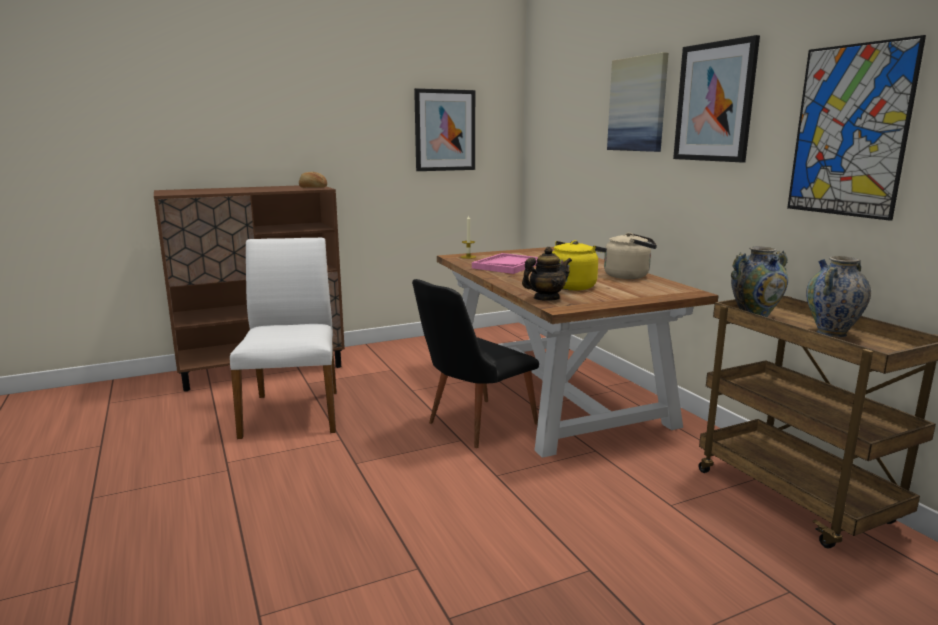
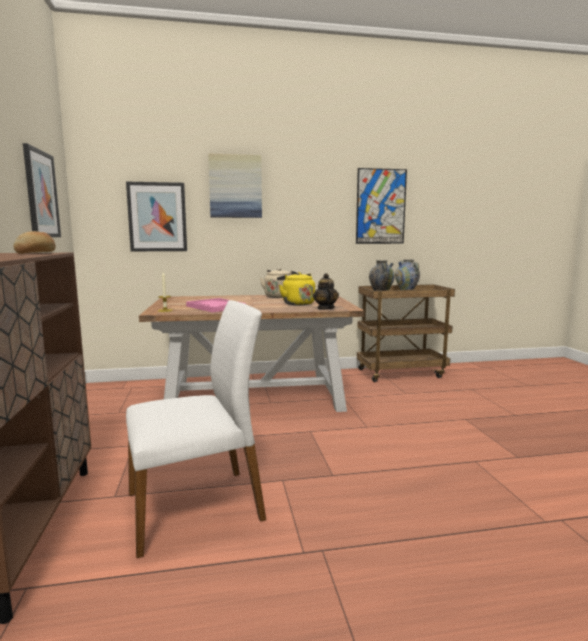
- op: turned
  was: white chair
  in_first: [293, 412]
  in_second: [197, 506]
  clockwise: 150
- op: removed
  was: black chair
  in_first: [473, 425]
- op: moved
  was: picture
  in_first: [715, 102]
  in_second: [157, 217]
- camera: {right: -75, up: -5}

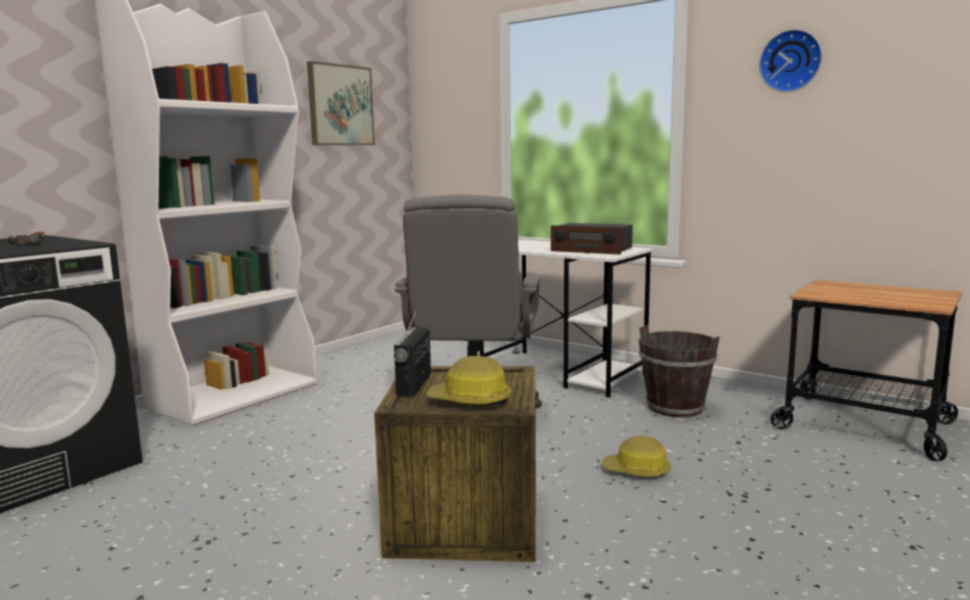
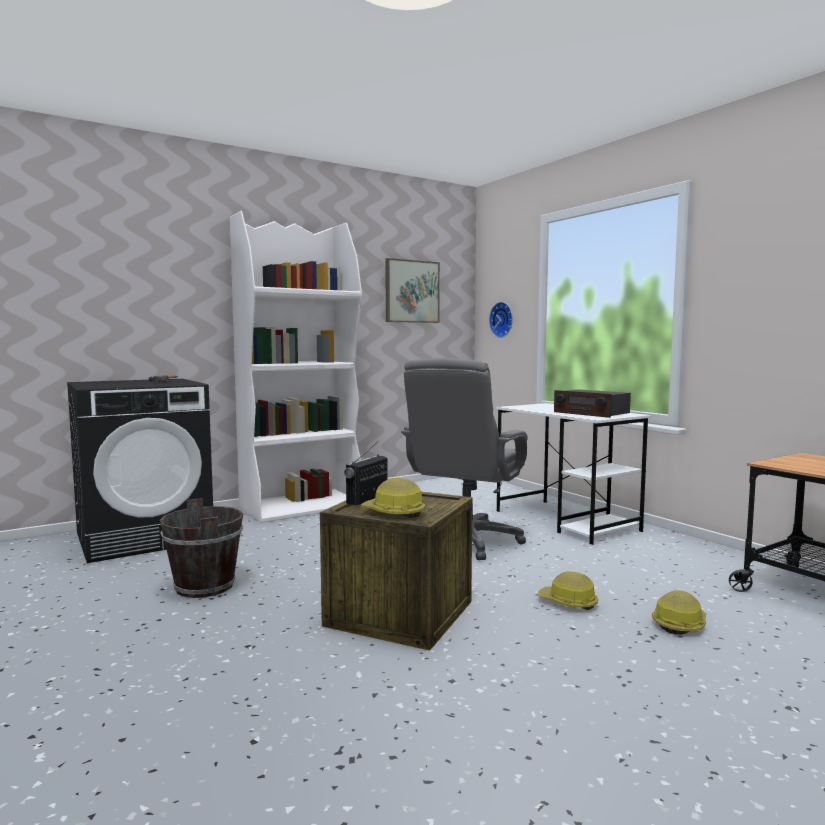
- op: moved
  was: brown bucket
  in_first: [676, 407]
  in_second: [205, 586]
- op: moved
  was: wall clock
  in_first: [791, 61]
  in_second: [502, 319]
- op: added
  now: hard hat
  in_second: [679, 624]
- camera: {right: 20, up: -5}

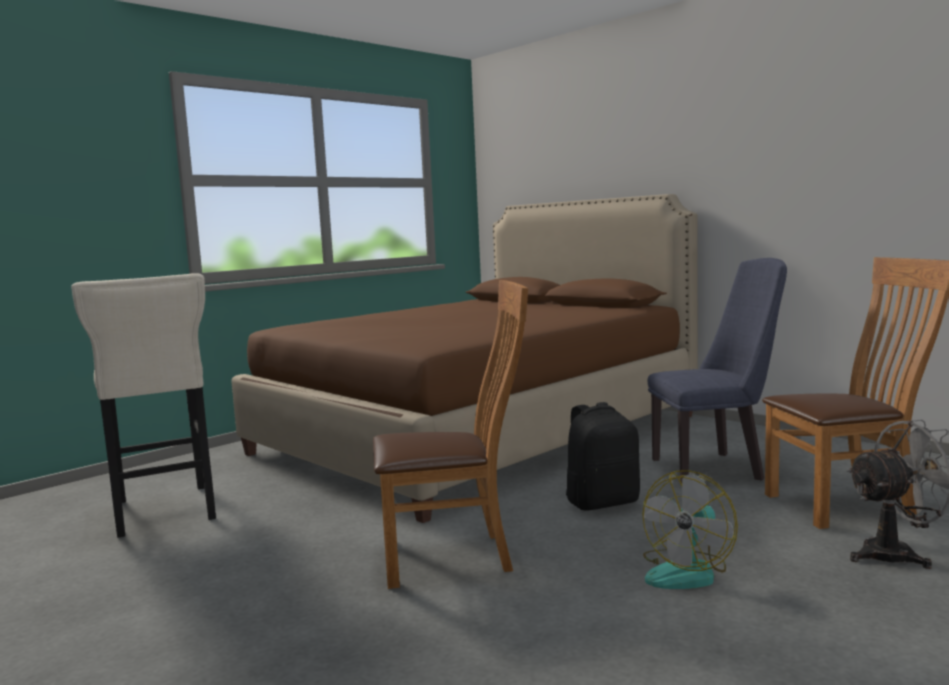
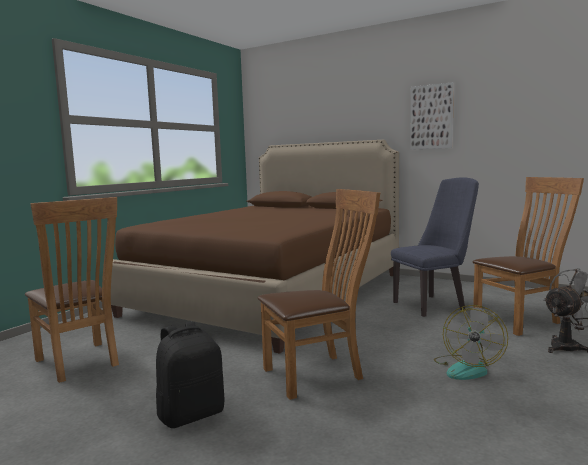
- op: replaced
  was: beige stool
  now: brown chair
  in_first: [164, 513]
  in_second: [80, 363]
- op: moved
  was: black backpack
  in_first: [602, 502]
  in_second: [192, 414]
- op: added
  now: picture
  in_second: [431, 117]
- camera: {right: -15, up: 0}

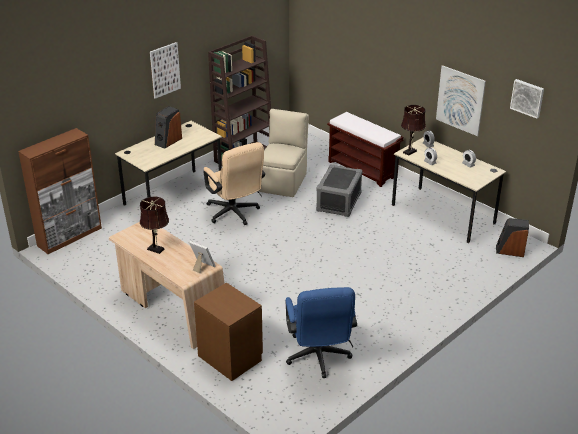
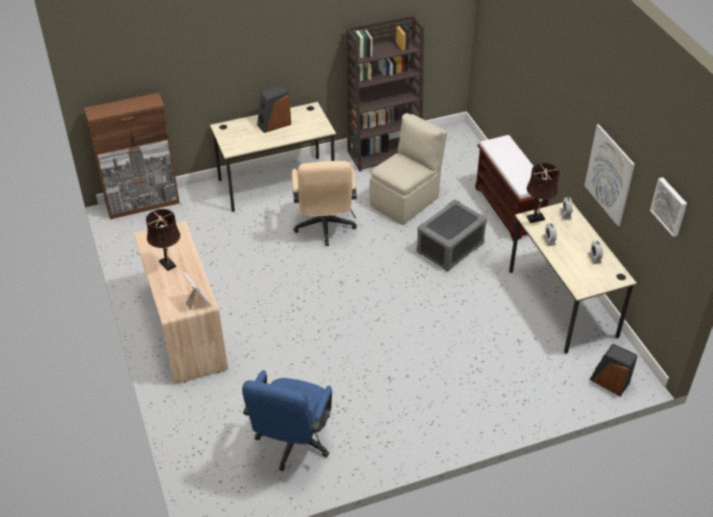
- op: removed
  was: picture
  in_first: [165, 70]
- op: removed
  was: brown nightstand
  in_first: [230, 357]
- camera: {right: 25, up: 10}

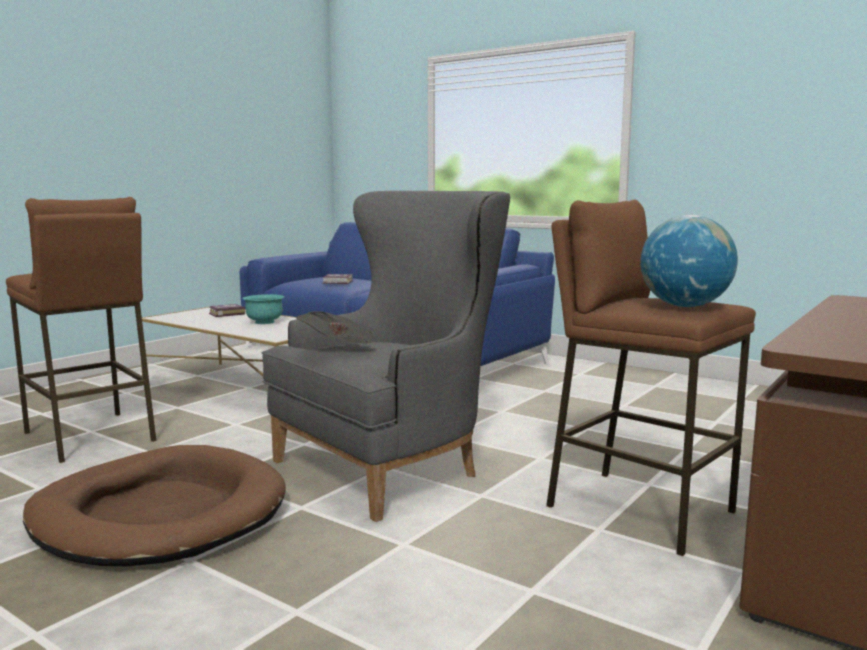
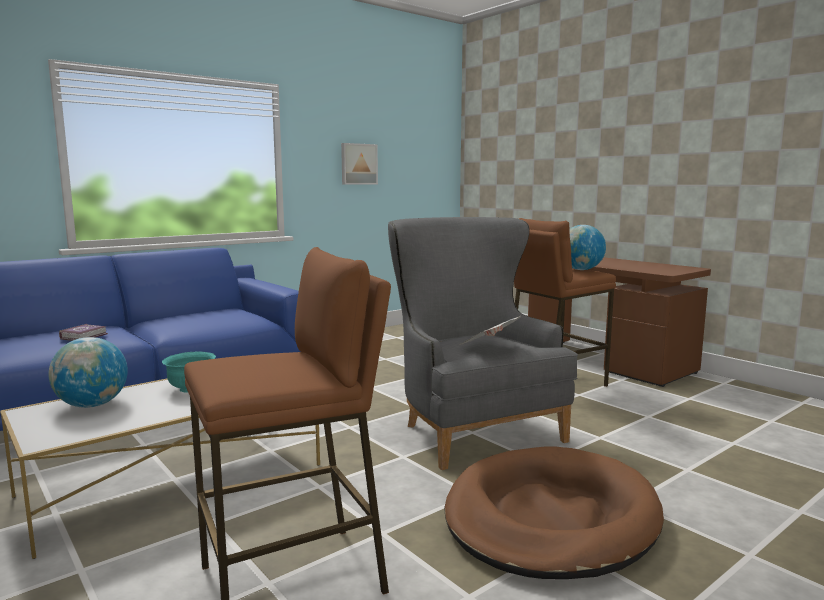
- op: replaced
  was: book
  now: globe
  in_first: [225, 314]
  in_second: [92, 405]
- op: added
  now: picture
  in_second: [358, 164]
- camera: {right: -75, up: 0}

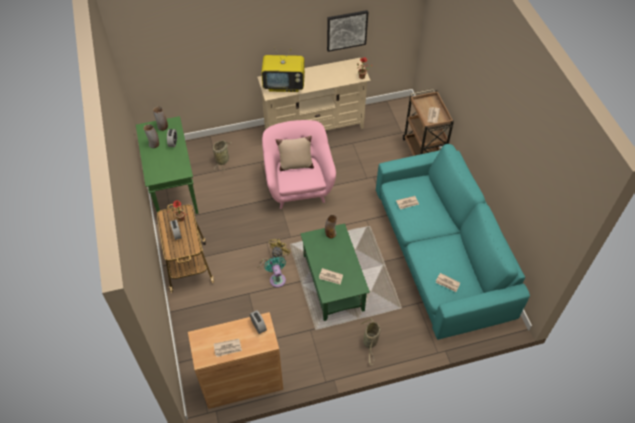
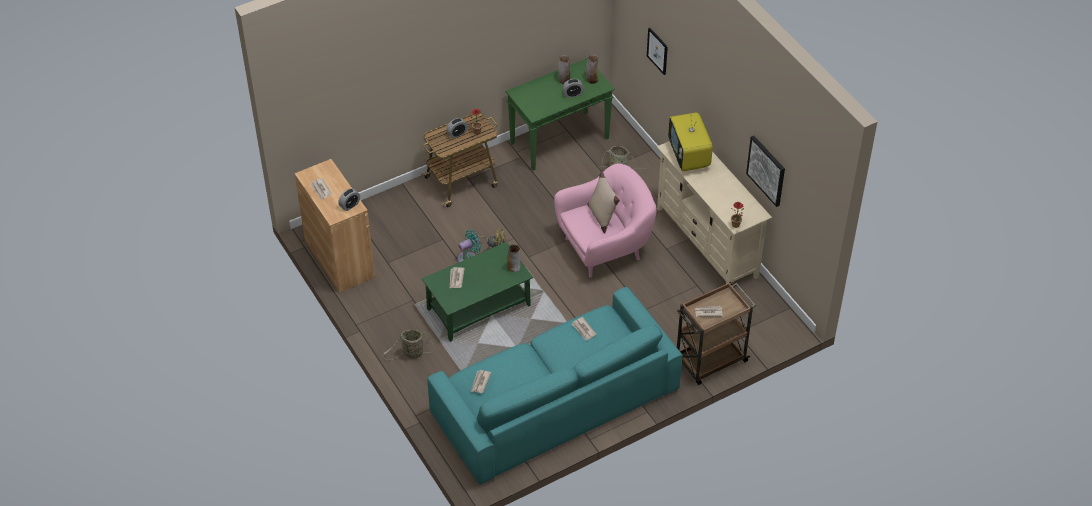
- op: added
  now: picture
  in_second: [657, 51]
- camera: {right: 75, up: -5}

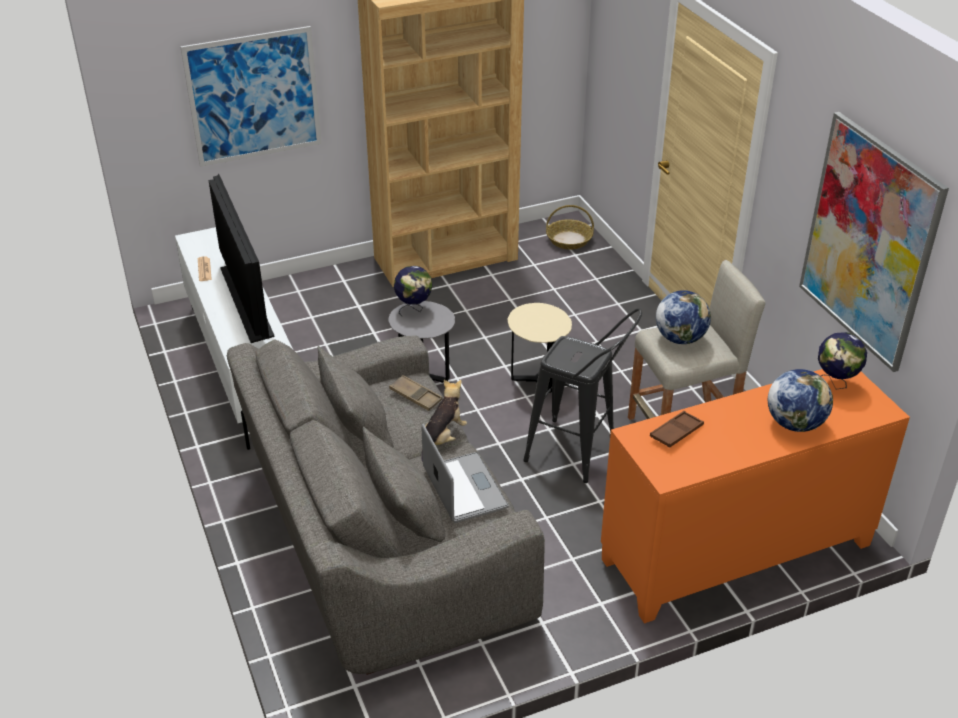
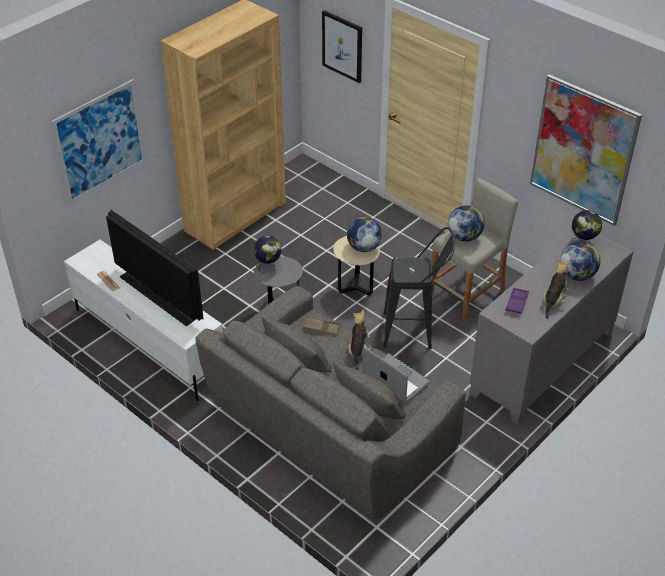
- op: removed
  was: basket
  in_first: [569, 240]
- op: recoloured
  was: orange cabinet
  now: grey cabinet
  in_first: [737, 553]
  in_second: [543, 363]
- op: recoloured
  was: brown tray
  now: purple tray
  in_first: [676, 432]
  in_second: [516, 303]
- op: added
  now: picture
  in_second: [342, 46]
- op: added
  now: globe
  in_second: [363, 247]
- op: added
  now: plush toy
  in_second: [553, 301]
- camera: {right: -25, up: 5}

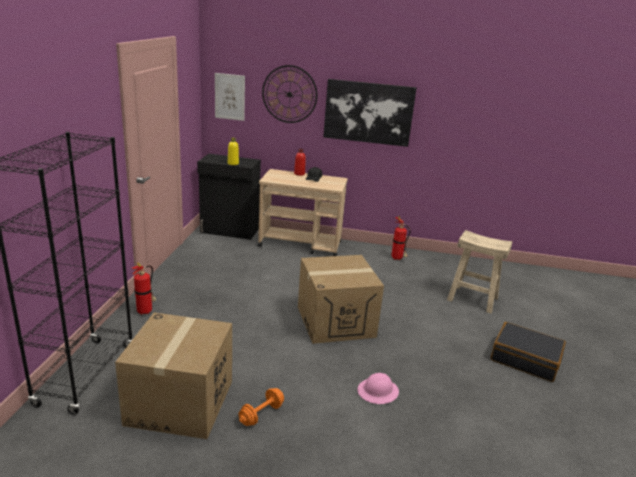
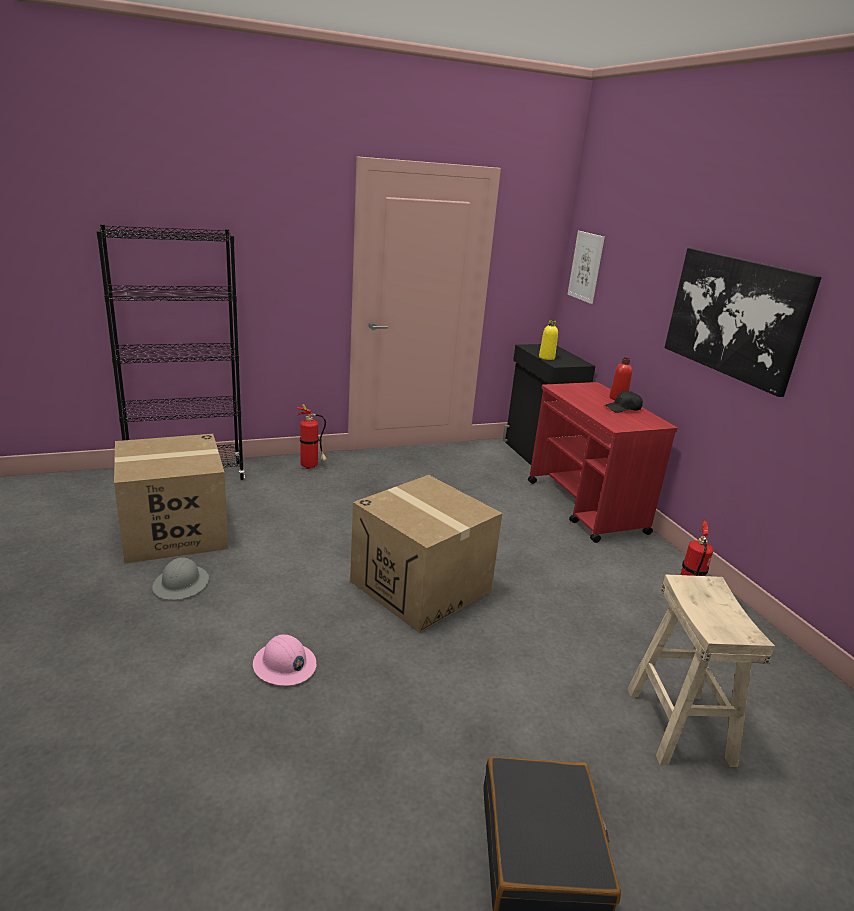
- op: replaced
  was: orange dumbbell
  now: grey hard hat
  in_first: [261, 414]
  in_second: [181, 584]
- op: recoloured
  was: beige cart
  now: red cart
  in_first: [301, 244]
  in_second: [586, 507]
- op: removed
  was: wall clock
  in_first: [289, 94]
- camera: {right: 60, up: 0}

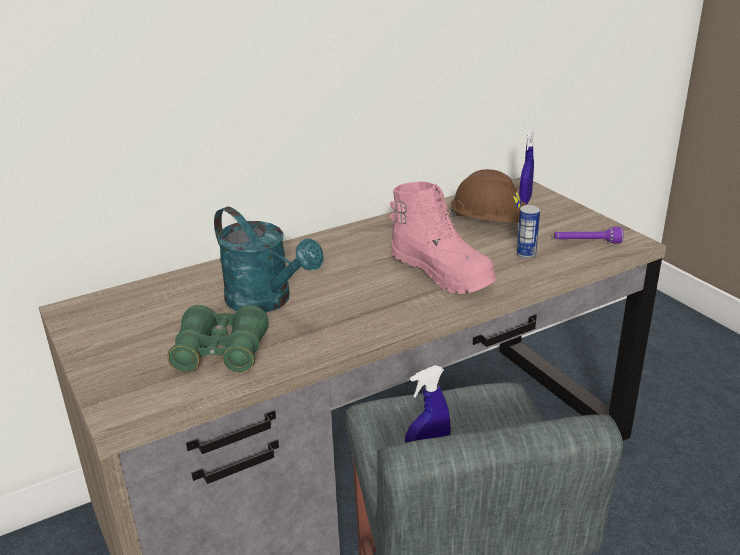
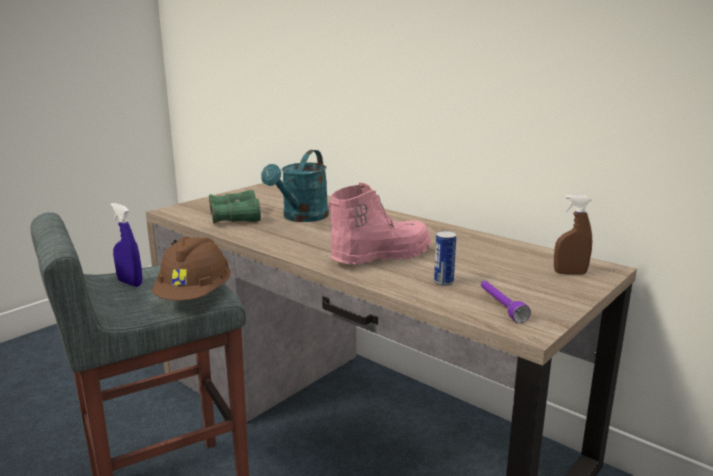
- op: turned
  was: pink boot
  in_first: [442, 273]
  in_second: [380, 256]
  clockwise: -150
- op: moved
  was: brown hard hat
  in_first: [489, 223]
  in_second: [195, 296]
- op: recoloured
  was: blue spray bottle
  now: brown spray bottle
  in_first: [525, 200]
  in_second: [570, 273]
- camera: {right: 70, up: -10}

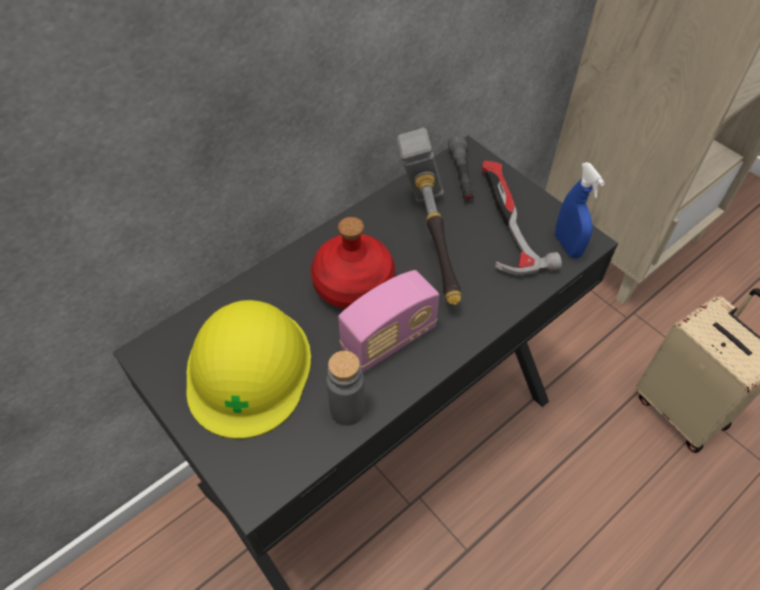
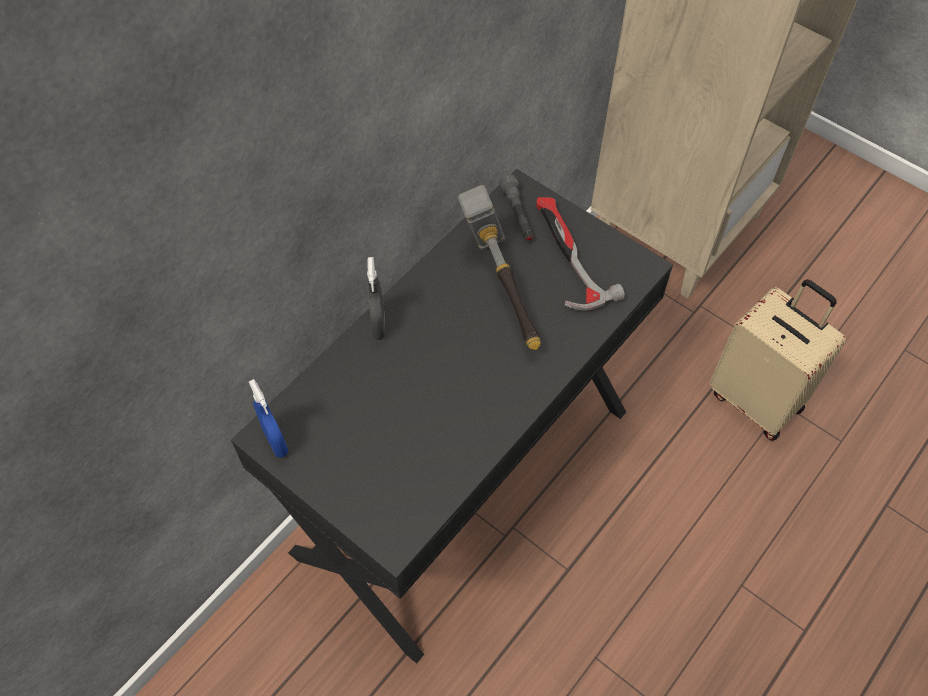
- op: removed
  was: yellow hard hat
  in_first: [248, 368]
- op: removed
  was: red bottle
  in_first: [354, 284]
- op: removed
  was: grey bottle
  in_first: [347, 410]
- op: removed
  was: radio
  in_first: [389, 339]
- op: moved
  was: blue spray bottle
  in_first: [567, 245]
  in_second: [276, 442]
- op: added
  now: grey spray bottle
  in_second: [378, 325]
- camera: {right: -10, up: 5}

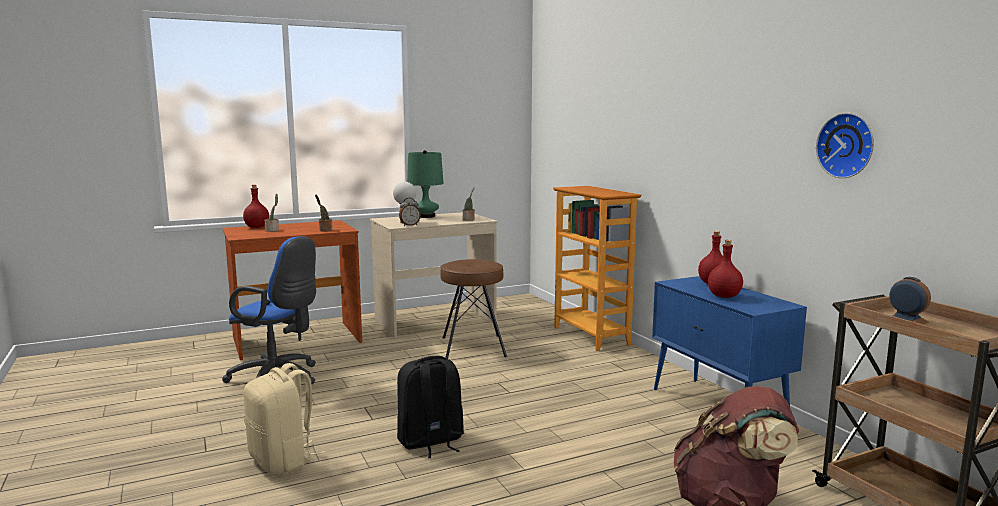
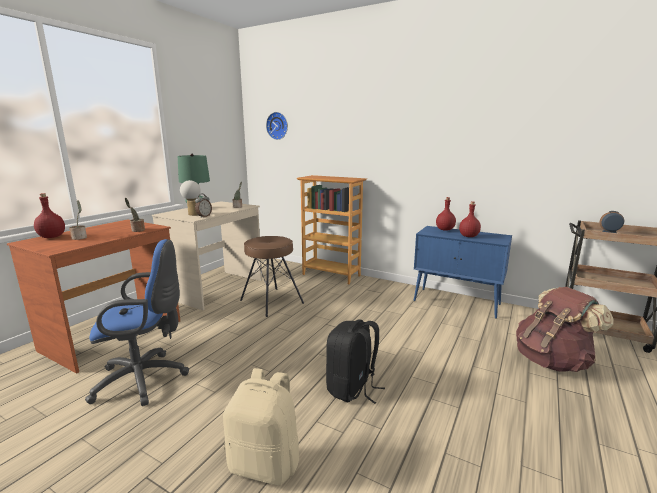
- op: moved
  was: wall clock
  in_first: [847, 145]
  in_second: [278, 126]
- camera: {right: -35, up: 5}

